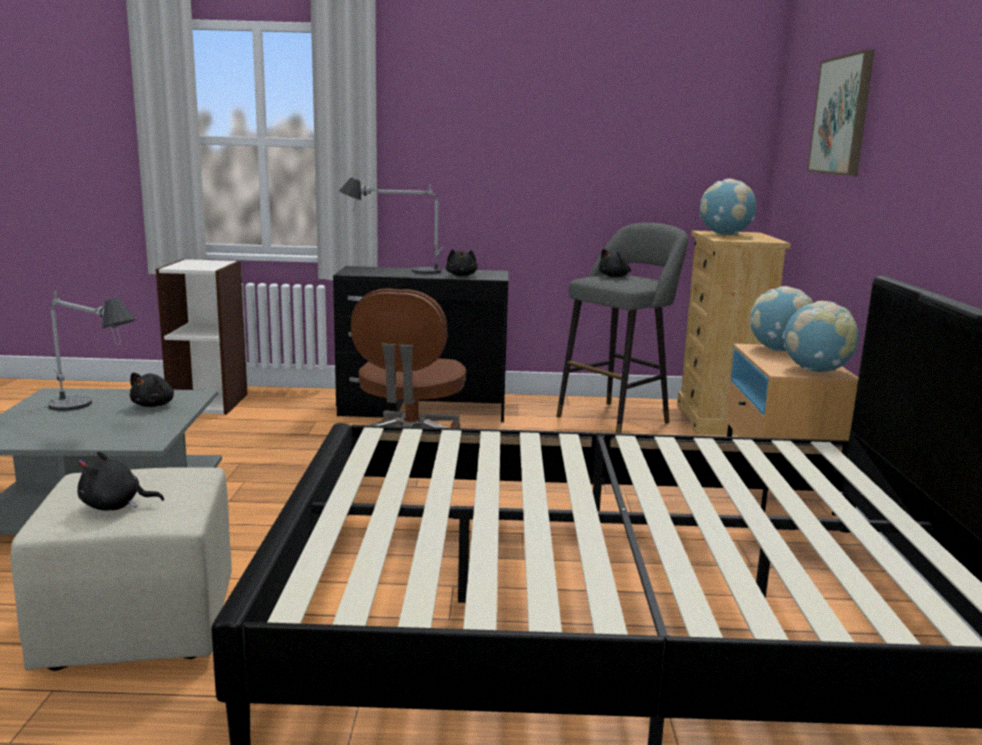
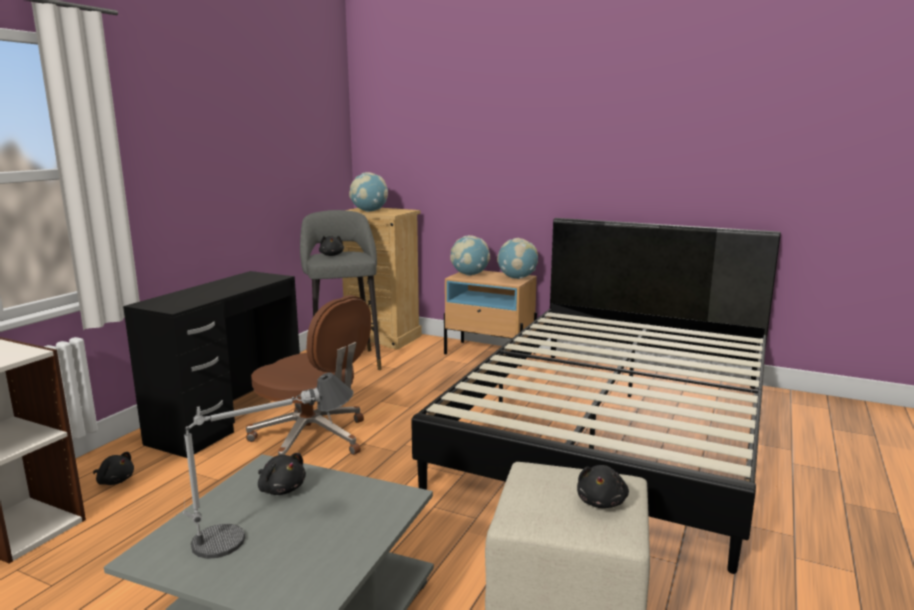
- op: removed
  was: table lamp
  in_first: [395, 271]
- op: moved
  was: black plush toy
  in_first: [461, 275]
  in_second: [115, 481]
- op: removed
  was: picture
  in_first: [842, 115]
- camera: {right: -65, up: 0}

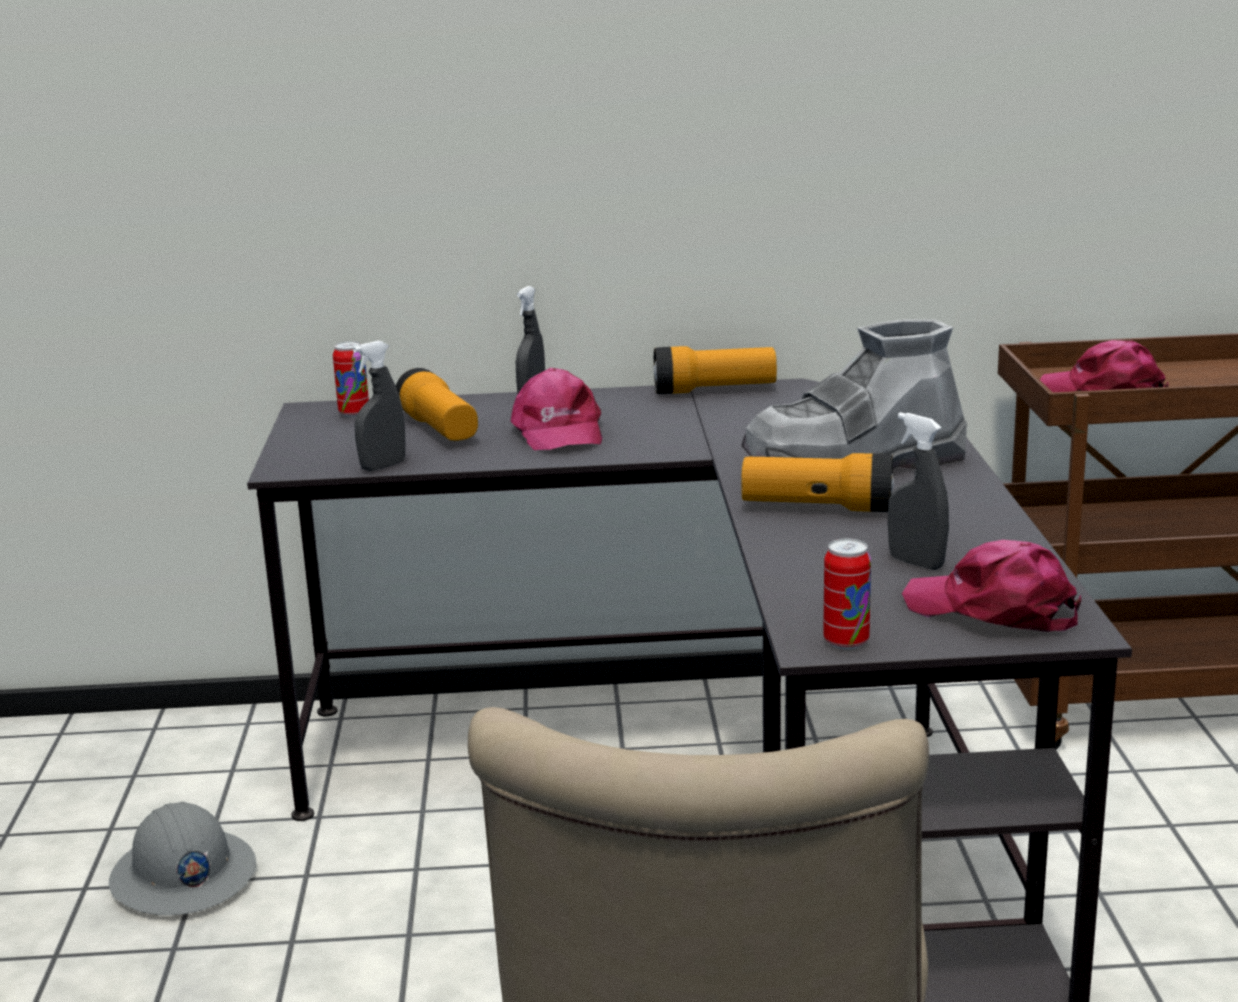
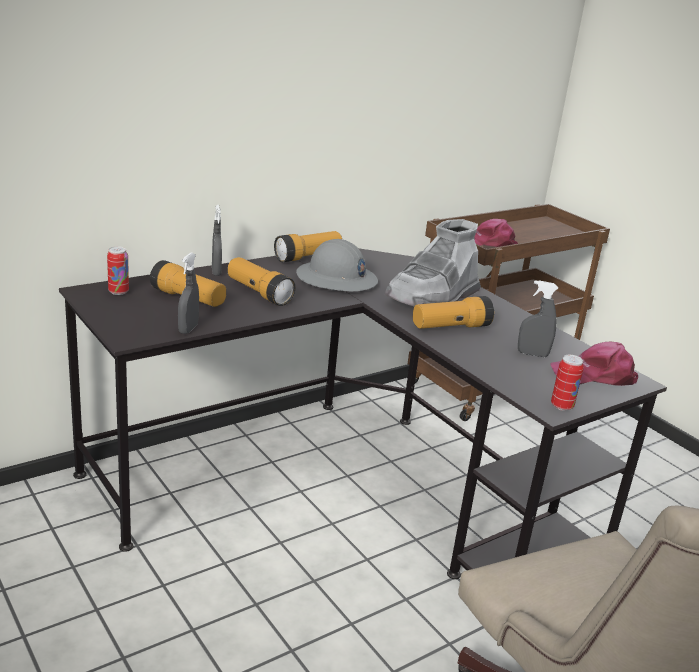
- op: moved
  was: grey hard hat
  in_first: [182, 877]
  in_second: [336, 279]
- op: replaced
  was: pink cap
  now: flashlight
  in_first: [557, 431]
  in_second: [259, 293]
- camera: {right: -35, up: 5}

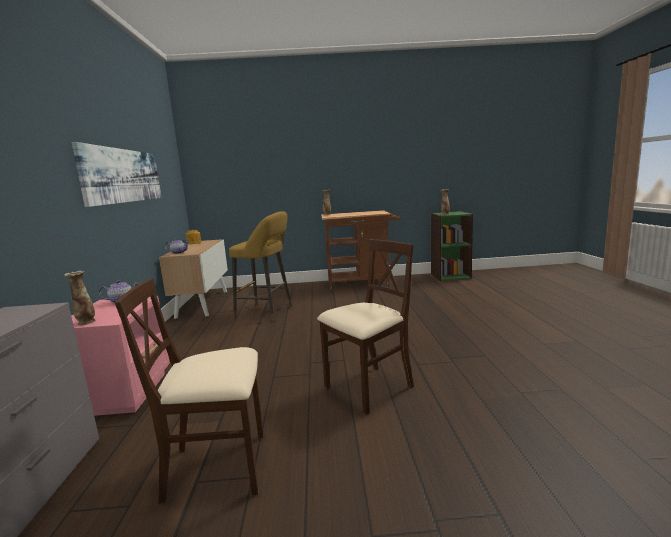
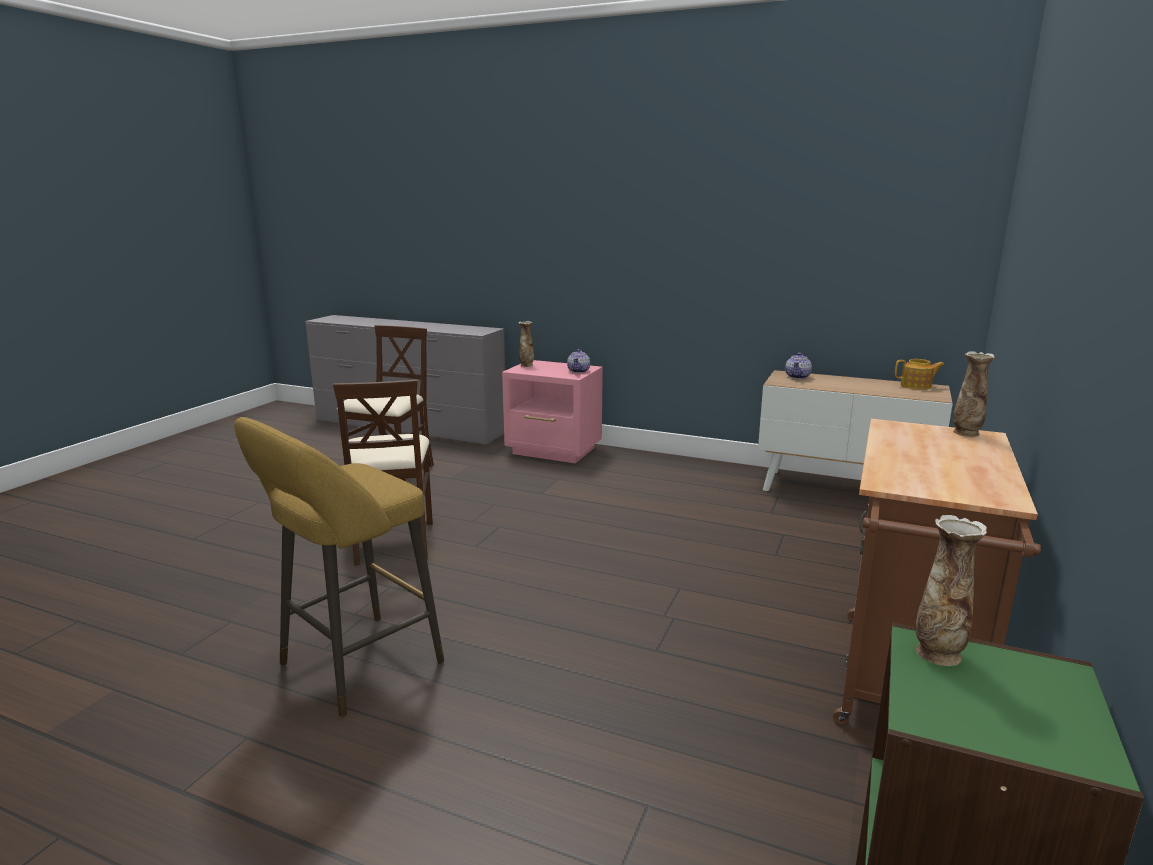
- op: removed
  was: picture
  in_first: [124, 175]
- op: moved
  was: yellow stool
  in_first: [267, 312]
  in_second: [353, 666]
- camera: {right: 115, up: 5}

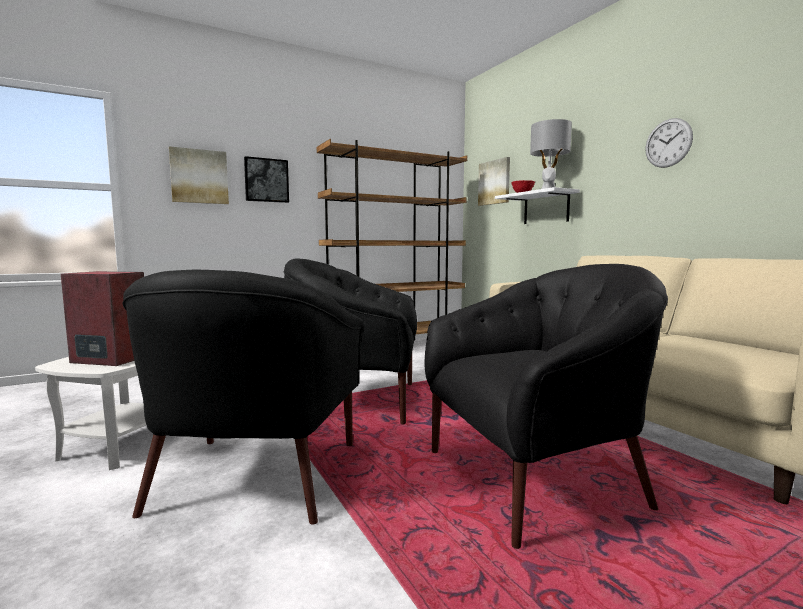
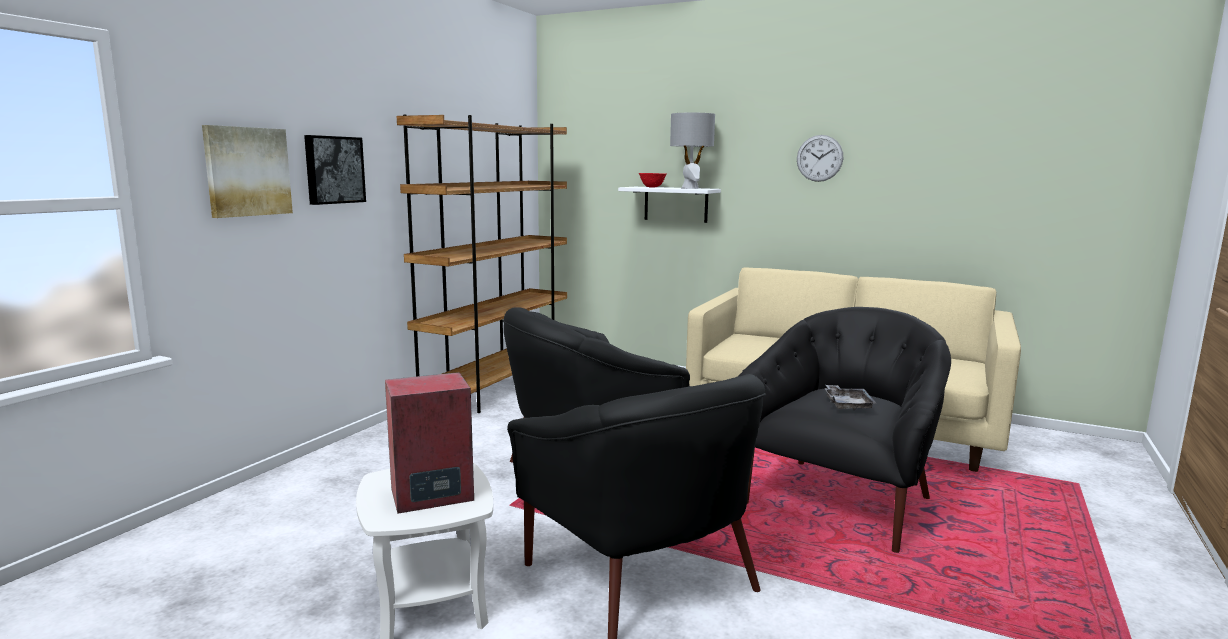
- op: removed
  was: picture
  in_first: [494, 182]
- op: added
  now: grey tray
  in_second: [847, 404]
- camera: {right: -35, up: 5}

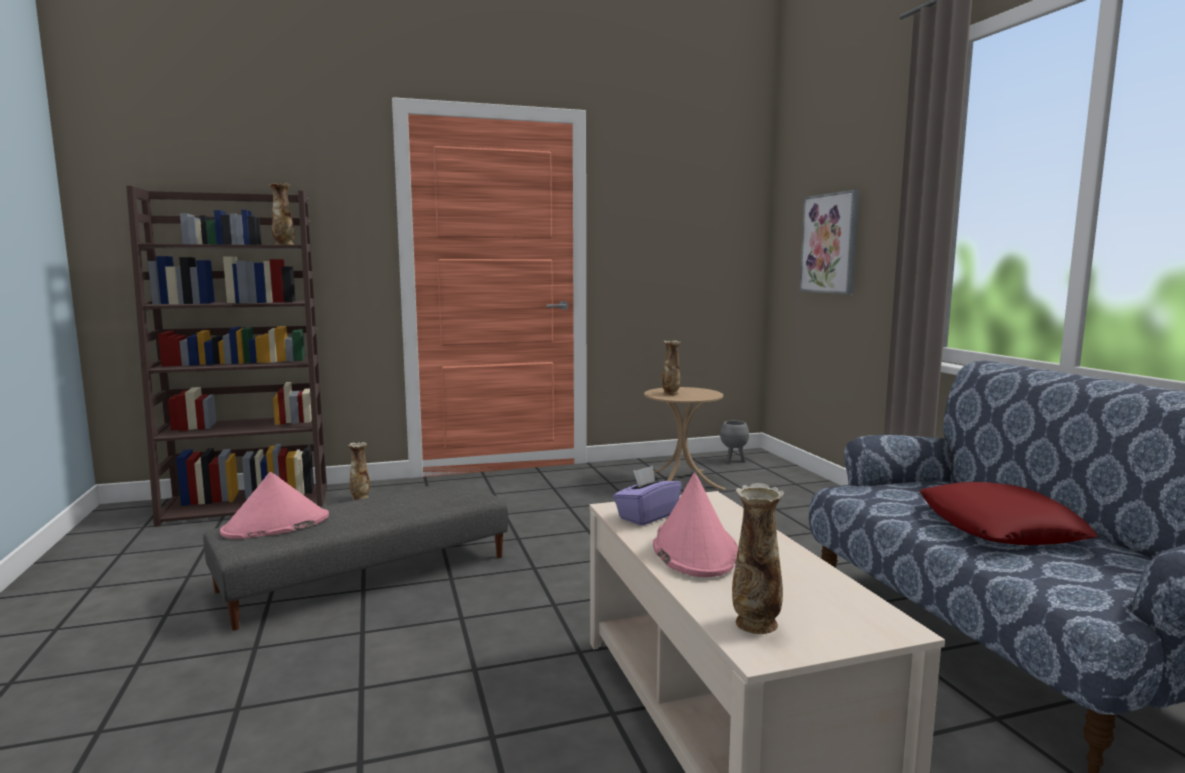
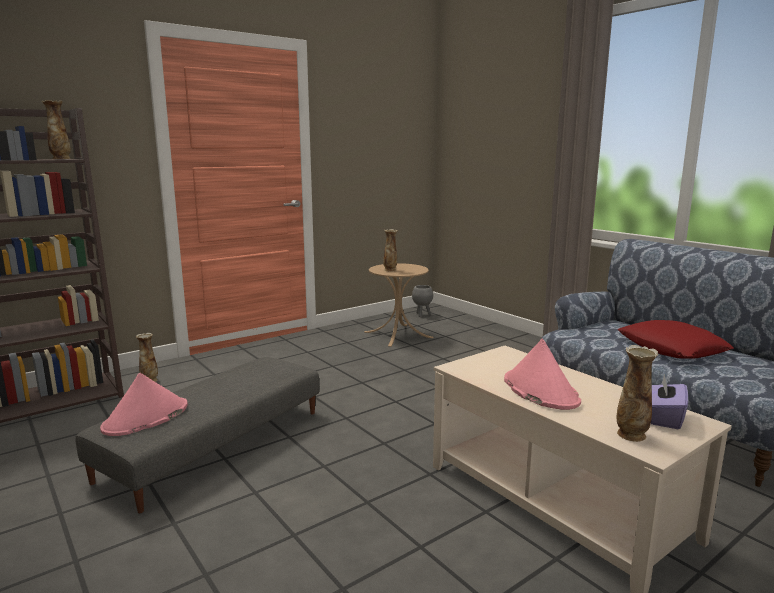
- op: moved
  was: purple tissue box
  in_first: [646, 516]
  in_second: [663, 418]
- op: removed
  was: picture
  in_first: [830, 243]
- camera: {right: -20, up: 5}

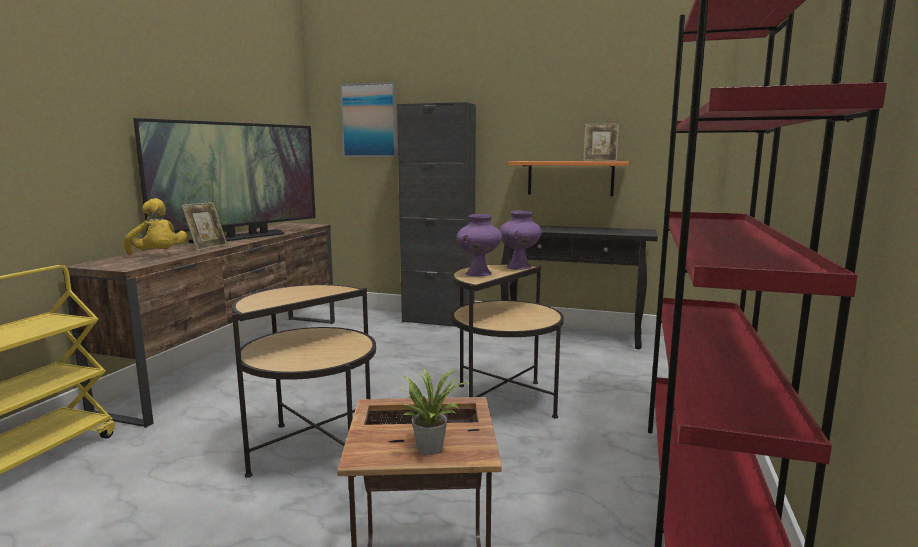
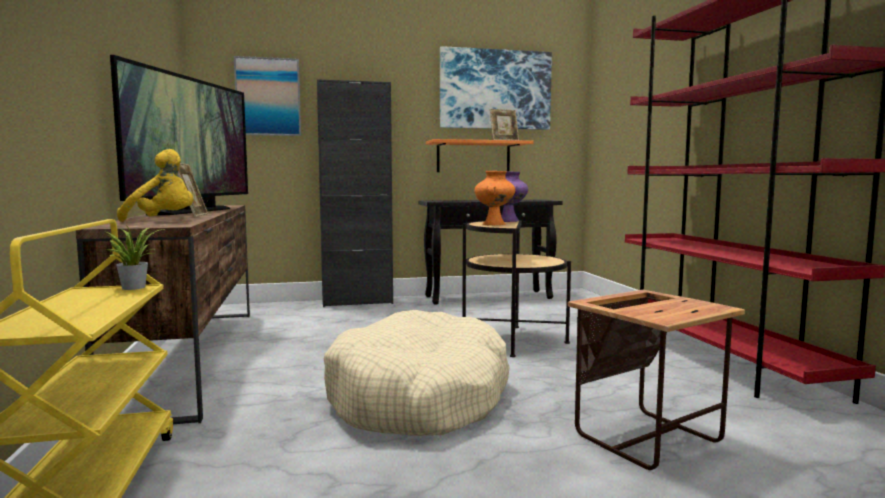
- op: replaced
  was: side table
  now: beige dog bed
  in_first: [314, 449]
  in_second: [419, 397]
- op: moved
  was: potted plant
  in_first: [430, 446]
  in_second: [133, 287]
- op: recoloured
  was: purple vase
  now: orange vase
  in_first: [478, 274]
  in_second: [494, 224]
- op: added
  now: picture
  in_second: [495, 89]
- camera: {right: -30, up: -5}

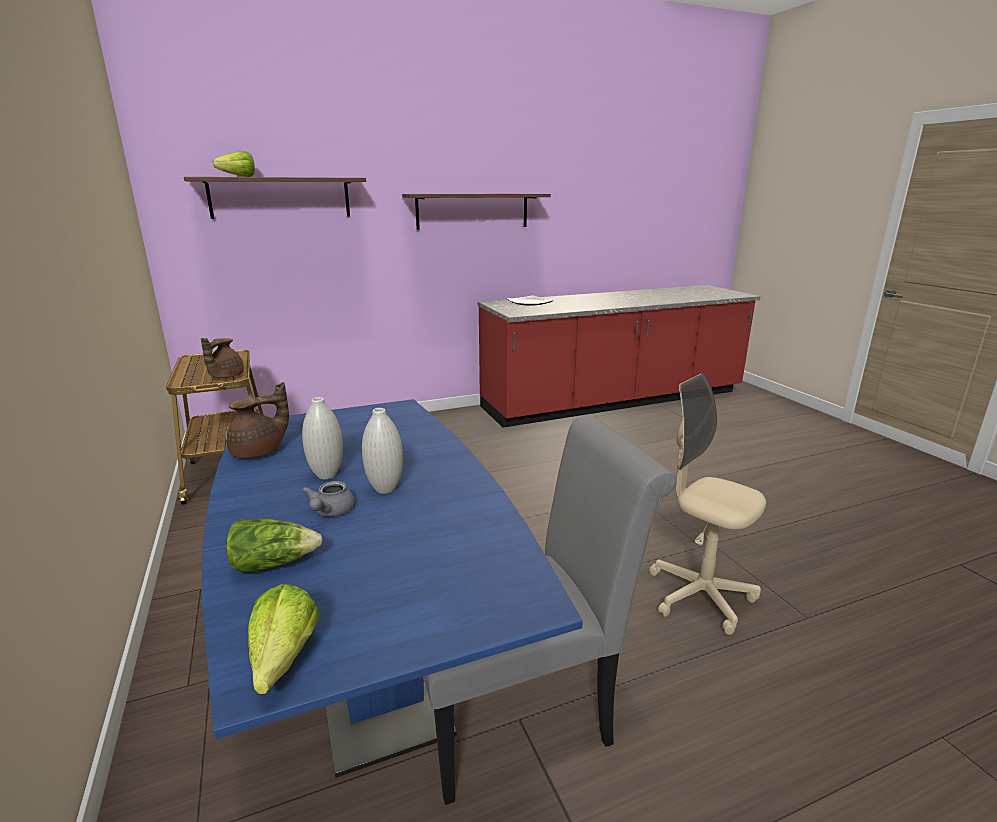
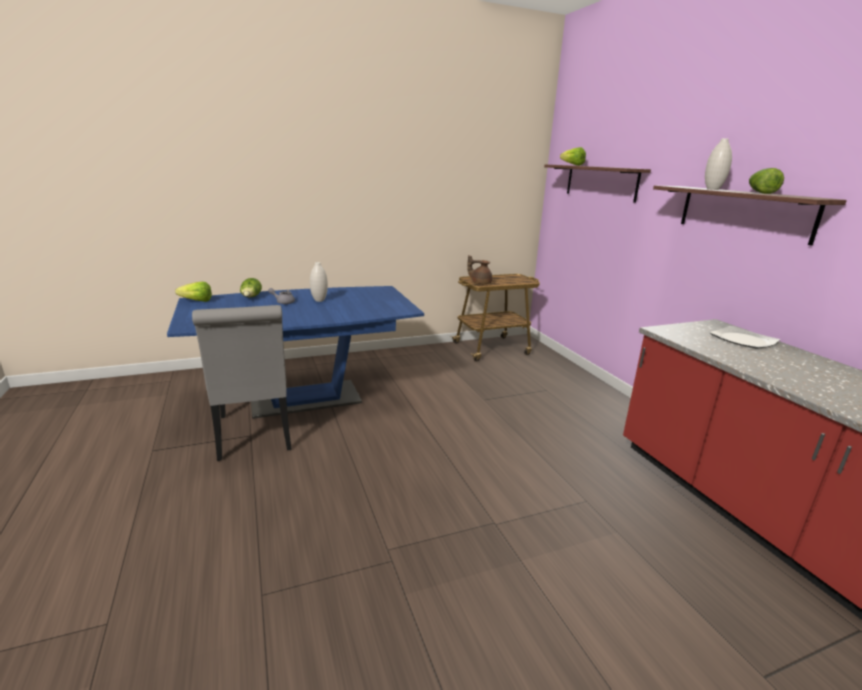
- op: removed
  was: brown teapot
  in_first: [259, 452]
- op: moved
  was: white vase
  in_first: [385, 489]
  in_second: [712, 189]
- op: removed
  was: beige office chair
  in_first: [700, 596]
- op: added
  now: lettuce
  in_second: [760, 193]
- camera: {right: 90, up: 0}

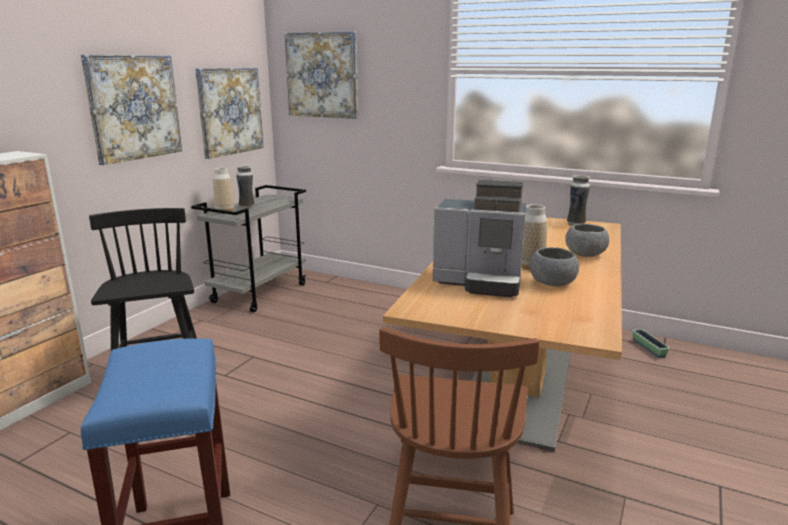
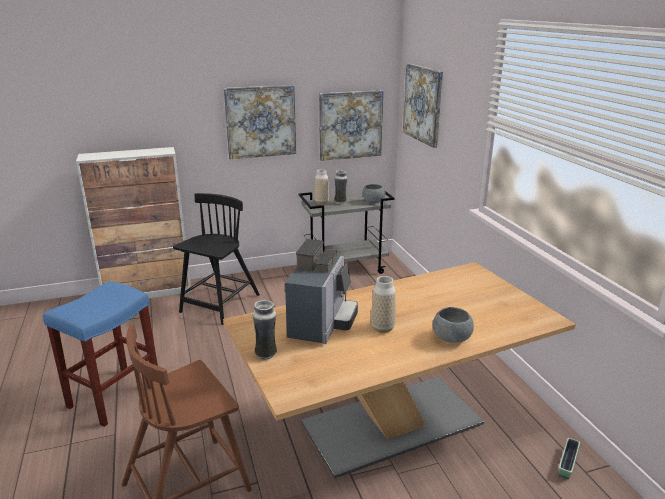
- op: turned
  was: coffee machine
  in_first: [481, 282]
  in_second: [322, 324]
  clockwise: -135
- op: moved
  was: grey bowl
  in_first: [552, 283]
  in_second: [373, 201]
- op: moved
  was: vase
  in_first: [576, 224]
  in_second: [266, 354]
- camera: {right: 45, up: 5}

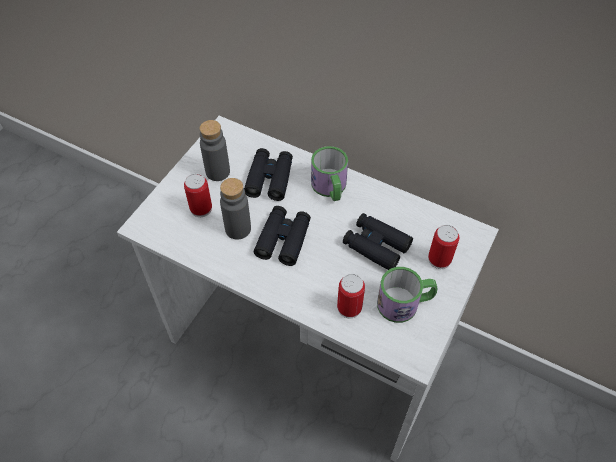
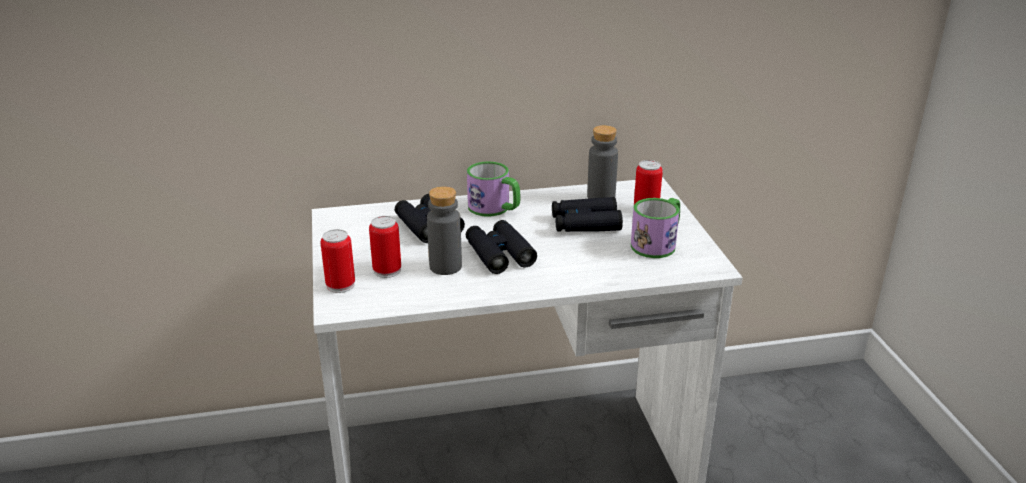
- op: moved
  was: grey bottle
  in_first: [217, 172]
  in_second: [601, 197]
- op: moved
  was: can
  in_first: [349, 308]
  in_second: [340, 285]
- camera: {right: -40, up: -25}

